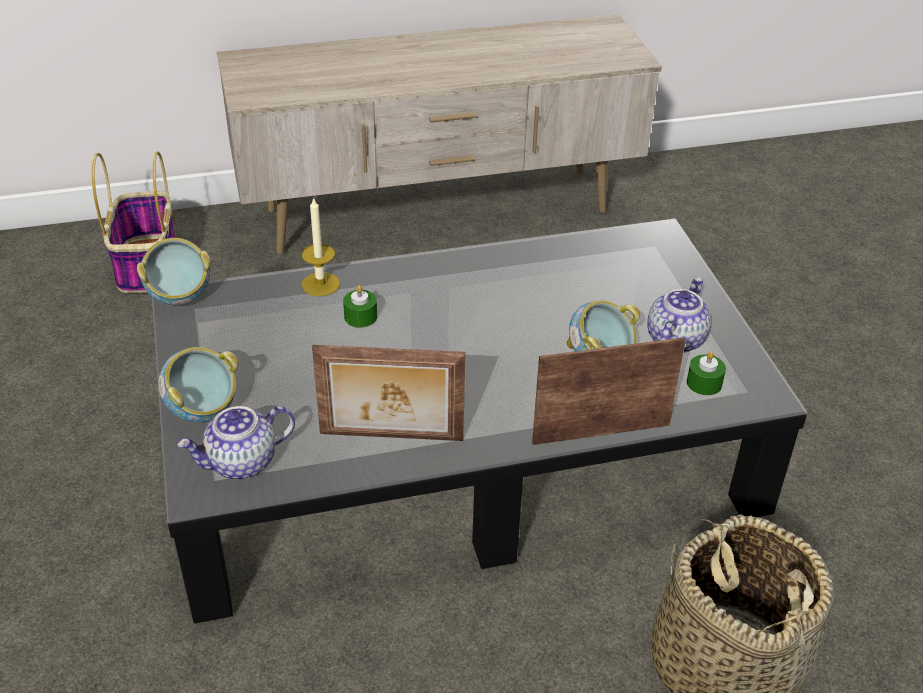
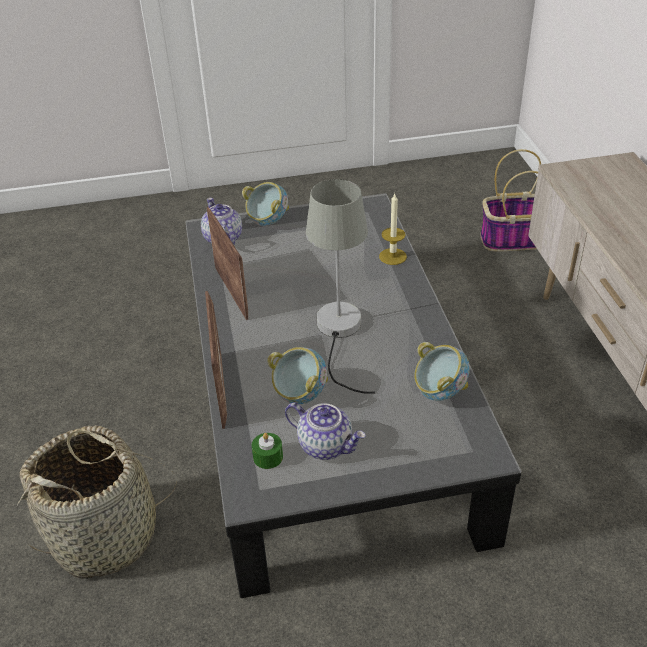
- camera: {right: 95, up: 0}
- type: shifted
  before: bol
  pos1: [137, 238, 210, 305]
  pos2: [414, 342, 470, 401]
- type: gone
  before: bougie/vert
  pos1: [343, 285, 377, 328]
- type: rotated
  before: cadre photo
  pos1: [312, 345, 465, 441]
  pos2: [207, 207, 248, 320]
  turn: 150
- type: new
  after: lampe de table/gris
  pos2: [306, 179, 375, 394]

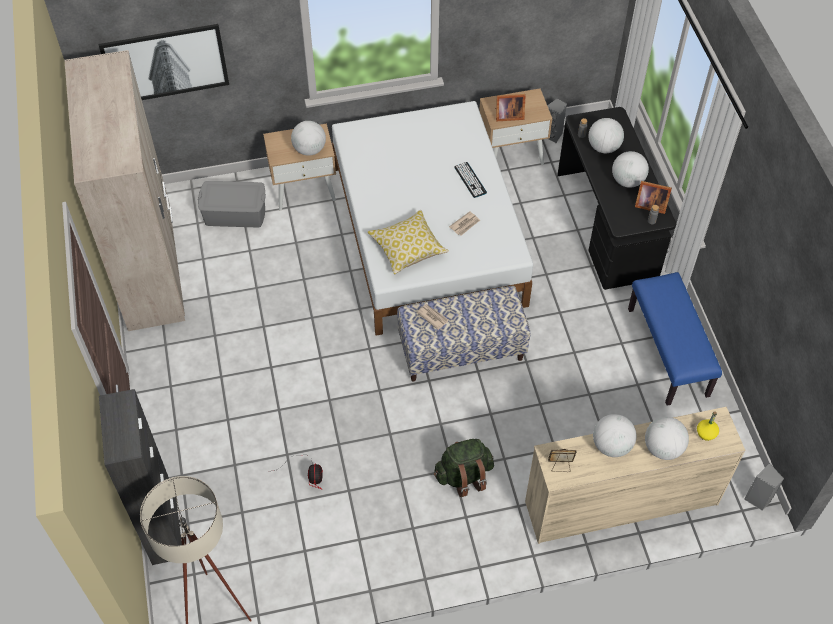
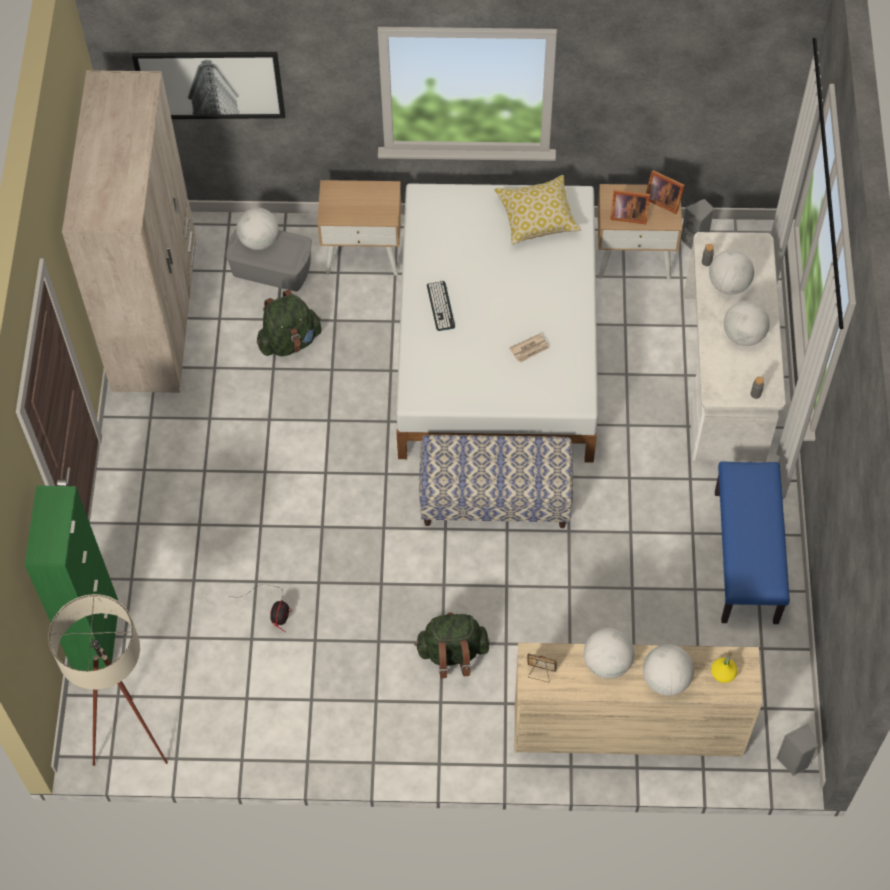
- camera: {right: 15, up: 5}
- type: repainted
  before: bureau/noir
  after: bureau/blanc
  pos1: [557, 107, 677, 290]
  pos2: [683, 232, 786, 462]
- type: shifted
  before: globe
  pos1: [291, 121, 326, 156]
  pos2: [236, 208, 279, 250]
- type: shifted
  before: clavier
  pos1: [454, 162, 487, 198]
  pos2: [427, 281, 455, 331]
- type: shifted
  before: cadre photo
  pos1: [635, 181, 672, 214]
  pos2: [646, 170, 685, 214]
- type: shifted
  before: coussin
  pos1: [367, 210, 449, 274]
  pos2: [495, 175, 582, 245]
- type: gone
  before: journal
  pos1: [417, 304, 448, 330]
- type: repainted
  before: meuble de rangement/noir
  after: meuble de rangement/vert
  pos1: [99, 389, 182, 565]
  pos2: [25, 486, 118, 671]
- type: new
  after: sac à dos/vert
  pos2: [257, 290, 322, 356]

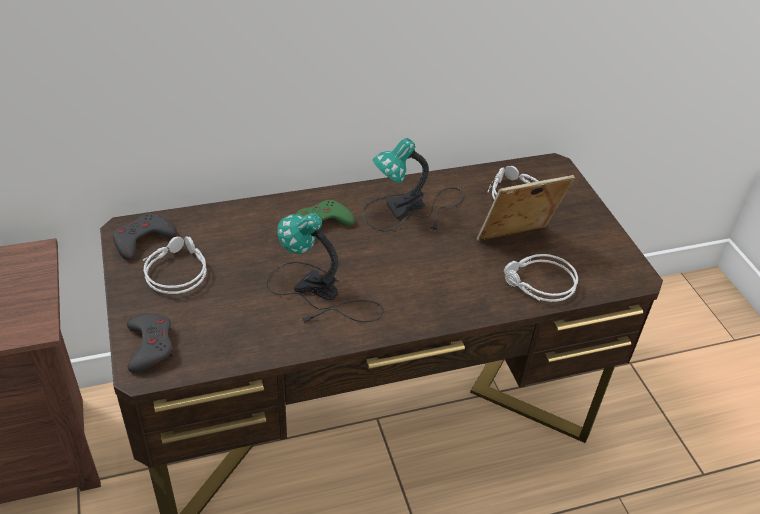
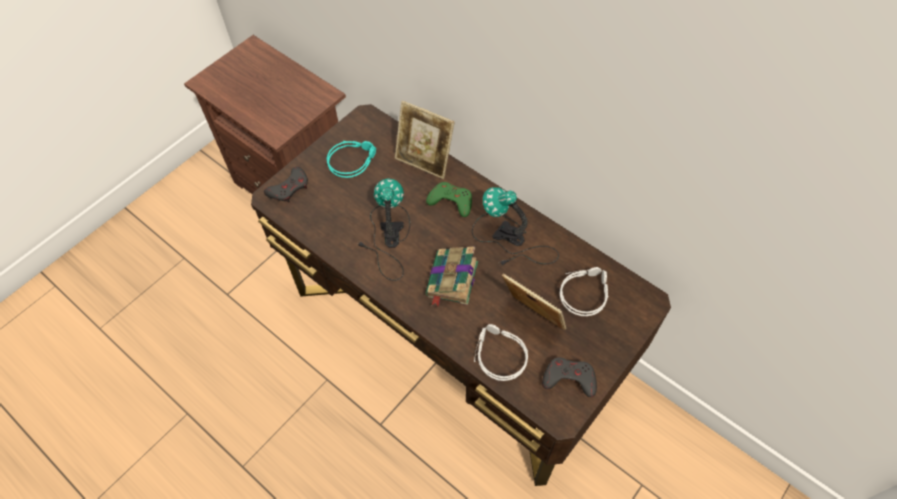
- camera: {right: 60, up: 15}
- type: shifted
  before: manette/gris
  pos1: [113, 213, 177, 260]
  pos2: [542, 357, 597, 397]
- type: repainted
  before: casque audio/gris
  after: casque audio/turquoise
  pos1: [143, 237, 207, 294]
  pos2: [327, 141, 376, 178]
- type: new
  after: cadre photo
  pos2: [395, 101, 455, 179]
- type: new
  after: livre
  pos2: [425, 246, 478, 306]

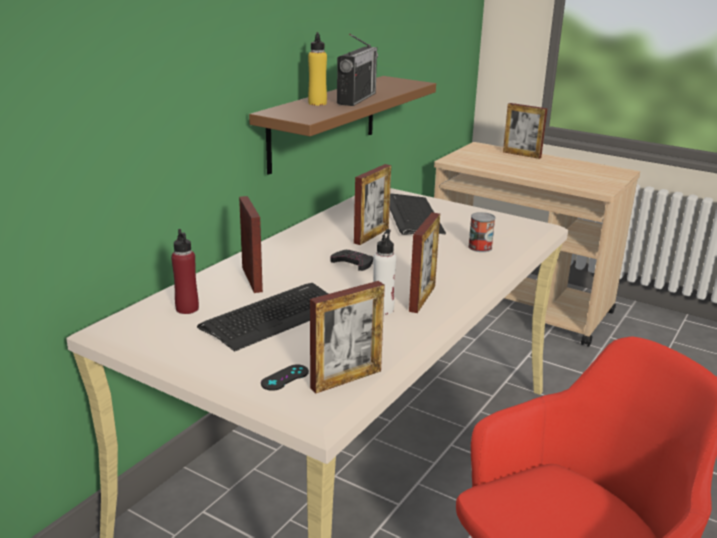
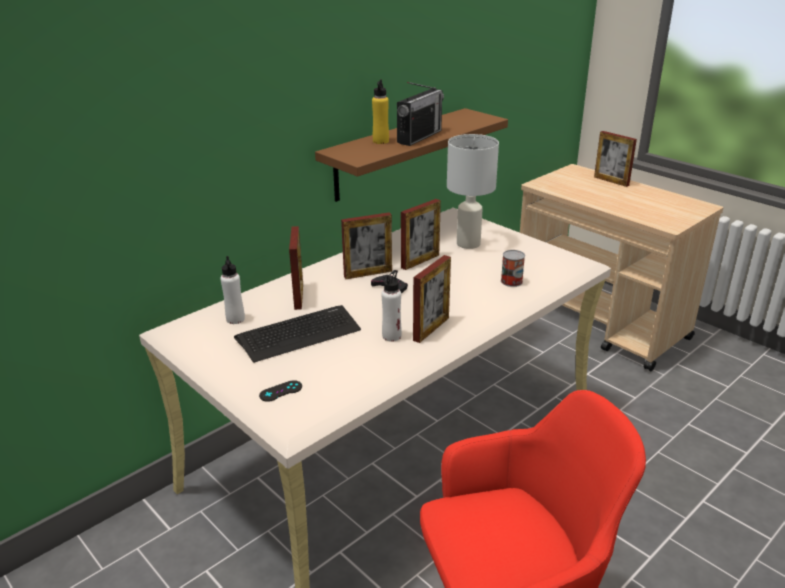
- camera: {right: 15, up: 5}
- type: swapped
  before: clavier
  after: lampe de table/blanc
  pos1: [390, 193, 446, 235]
  pos2: [447, 134, 499, 249]
- type: repainted
  before: bouteille/rouge
  after: bouteille/blanc
  pos1: [171, 229, 199, 314]
  pos2: [220, 256, 245, 324]
- type: shifted
  before: cadre photo
  pos1: [310, 281, 385, 393]
  pos2: [341, 213, 392, 279]

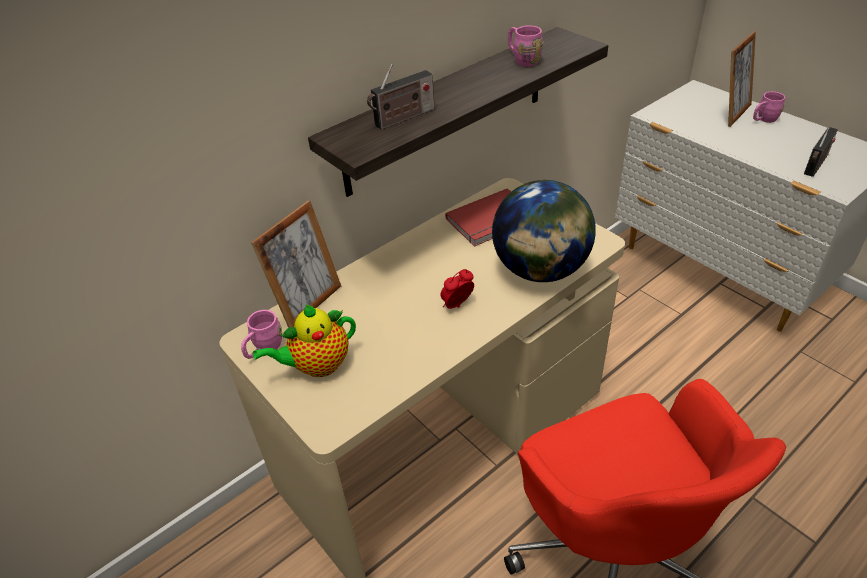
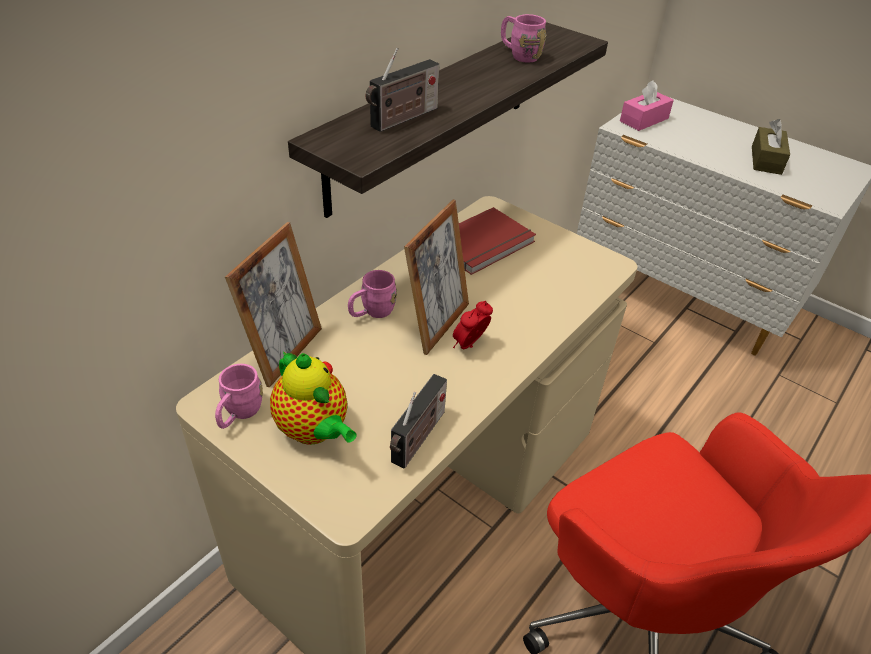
- camera: {right: -15, up: 0}
- type: shifted
  before: cadre photo
  pos1: [728, 31, 756, 127]
  pos2: [404, 200, 469, 355]
- type: shifted
  before: mug/rose
  pos1: [753, 91, 785, 123]
  pos2: [348, 270, 397, 318]
- type: shifted
  before: radio
  pos1: [804, 127, 838, 177]
  pos2: [390, 374, 447, 468]
- type: gone
  before: globe
  pos1: [492, 180, 596, 282]
- type: rotated
  before: théière
  pos1: [253, 305, 356, 377]
  pos2: [270, 351, 357, 445]
  turn: -90
- type: new
  after: boîte à mouchoirs/rose
  pos2: [620, 80, 674, 131]
- type: new
  after: boîte à mouchoirs/marron
  pos2: [752, 119, 790, 175]

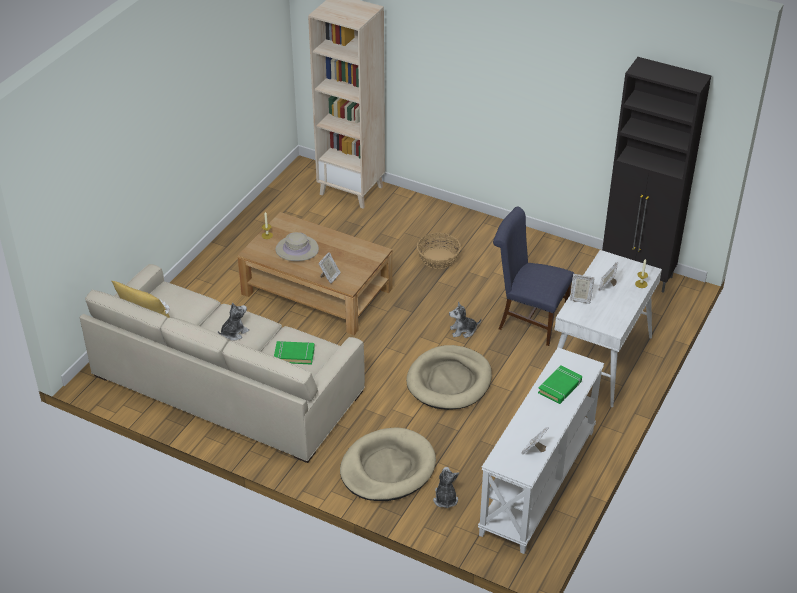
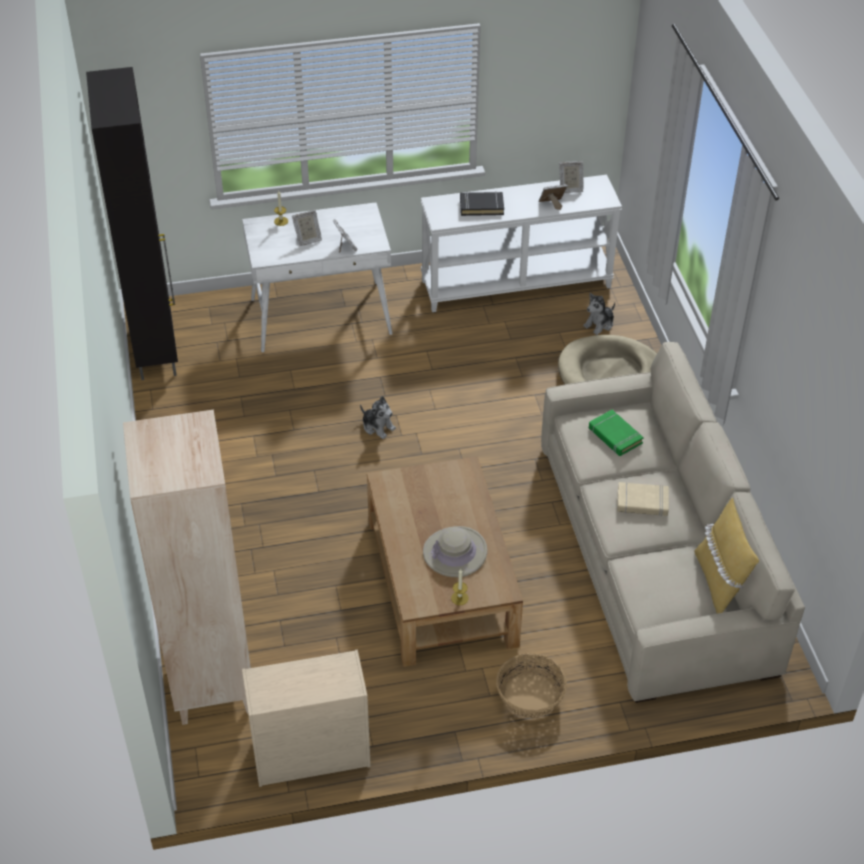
- camera: {right: -130, up: 5}
- type: gone
  before: chaise/bleu
  pos1: [493, 206, 574, 346]
- type: shifted
  before: panier
  pos1: [417, 233, 461, 269]
  pos2: [496, 653, 567, 718]
- type: shifted
  before: cadre photo
  pos1: [319, 252, 341, 284]
  pos2: [539, 184, 568, 210]
- type: swapped
  before: peluche
  after: livre/beige
  pos1: [218, 303, 249, 341]
  pos2: [617, 482, 669, 516]
- type: gone
  before: panier pour chien/beige
  pos1: [406, 345, 492, 410]
- type: repainted
  before: livre/vert
  after: livre/noir
  pos1: [538, 365, 582, 404]
  pos2: [460, 191, 504, 216]
- type: new
  after: commode/beige
  pos2: [242, 650, 371, 787]

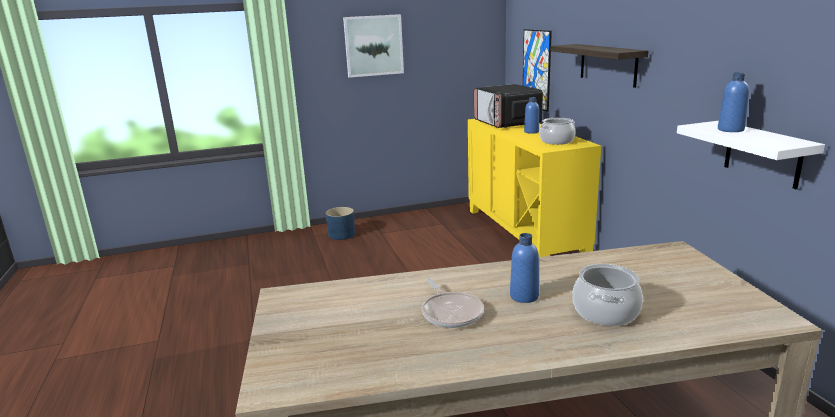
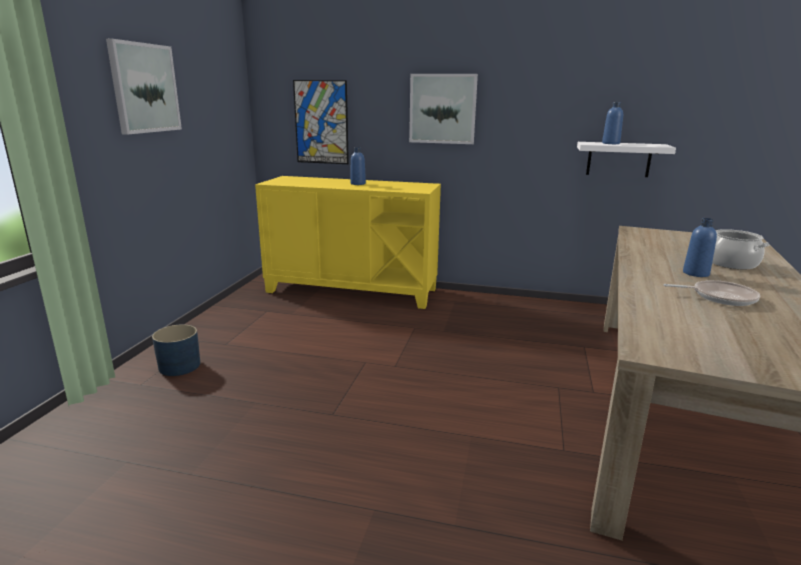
- camera: {right: -60, up: 0}
- type: swapped
  before: étagère
  after: tableau
  pos1: [550, 44, 648, 88]
  pos2: [409, 74, 478, 144]
- type: gone
  before: micro-ondes
  pos1: [474, 84, 543, 128]
- type: gone
  before: marmite
  pos1: [539, 118, 575, 145]

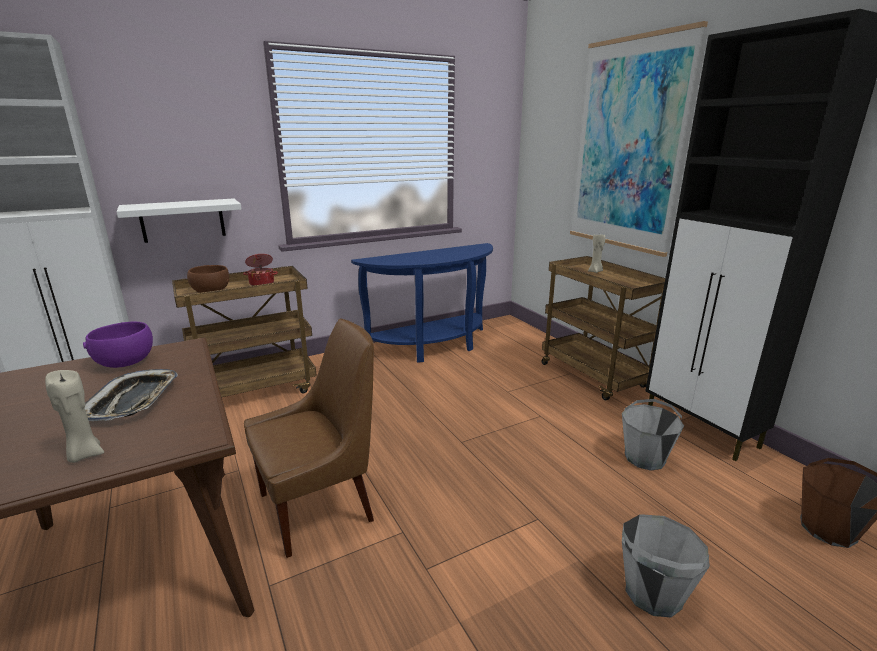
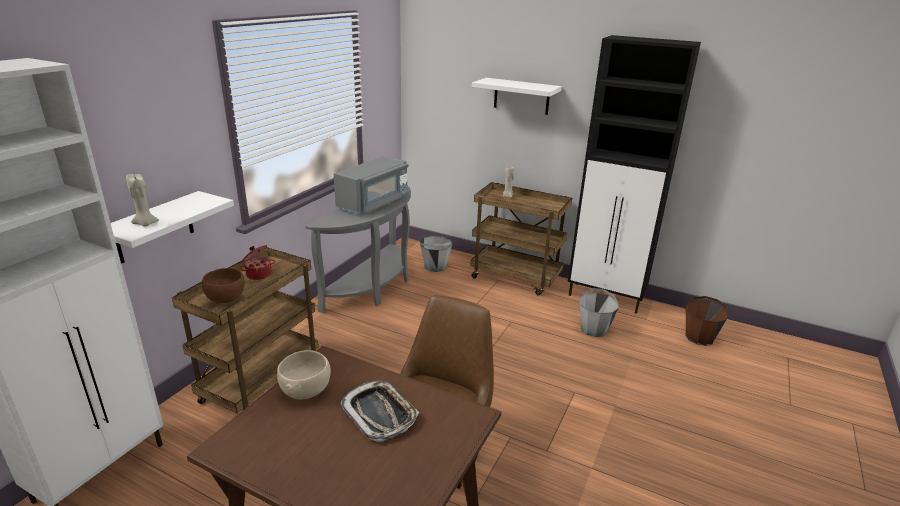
- camera: {right: -35, up: 5}
- type: swapped
  before: tableau
  after: étagère/blanc
  pos1: [570, 21, 708, 257]
  pos2: [472, 78, 562, 115]
- type: repainted
  before: table console/bleu
  after: table console/gris
  pos1: [351, 243, 493, 363]
  pos2: [305, 185, 411, 313]
- type: repainted
  before: bol/violet
  after: bol/beige
  pos1: [83, 322, 153, 368]
  pos2: [277, 350, 331, 400]
- type: shifted
  before: bougie/beige
  pos1: [45, 370, 104, 463]
  pos2: [126, 174, 159, 226]
- type: shifted
  before: seau/gris
  pos1: [622, 514, 710, 617]
  pos2: [419, 236, 452, 272]
- type: new
  after: micro-ondes/gris
  pos2: [334, 156, 409, 214]

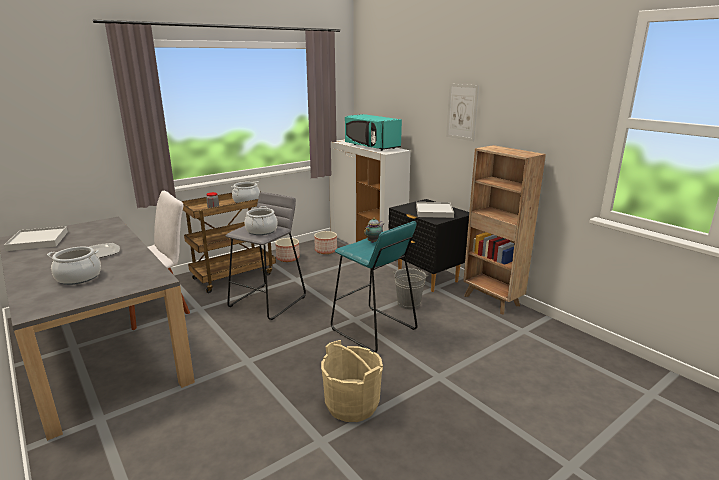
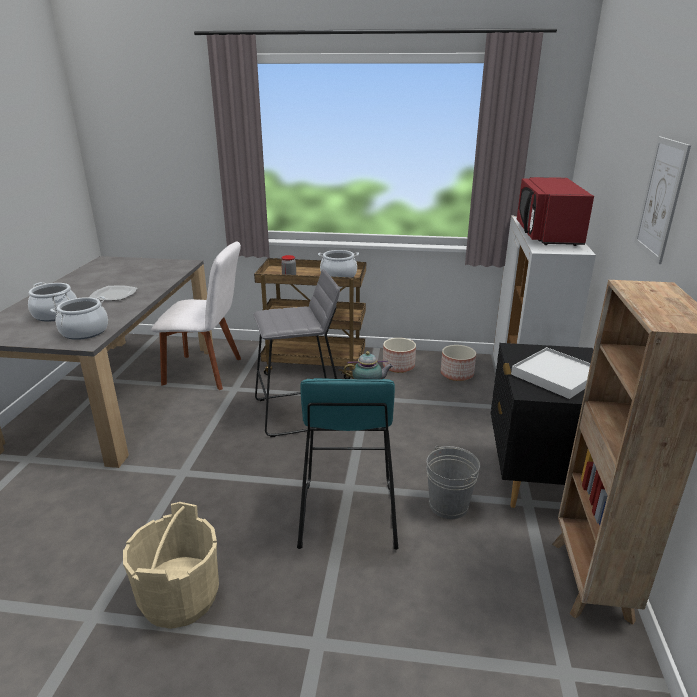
- camera: {right: 45, up: 5}
- type: repainted
  before: micro-ondes/turquoise
  after: micro-ondes/rouge
  pos1: [345, 114, 402, 151]
  pos2: [517, 177, 594, 246]
- type: shifted
  before: marmite
  pos1: [245, 206, 278, 235]
  pos2: [50, 296, 108, 340]
- type: gone
  before: plateau/blanc
  pos1: [4, 226, 68, 251]

